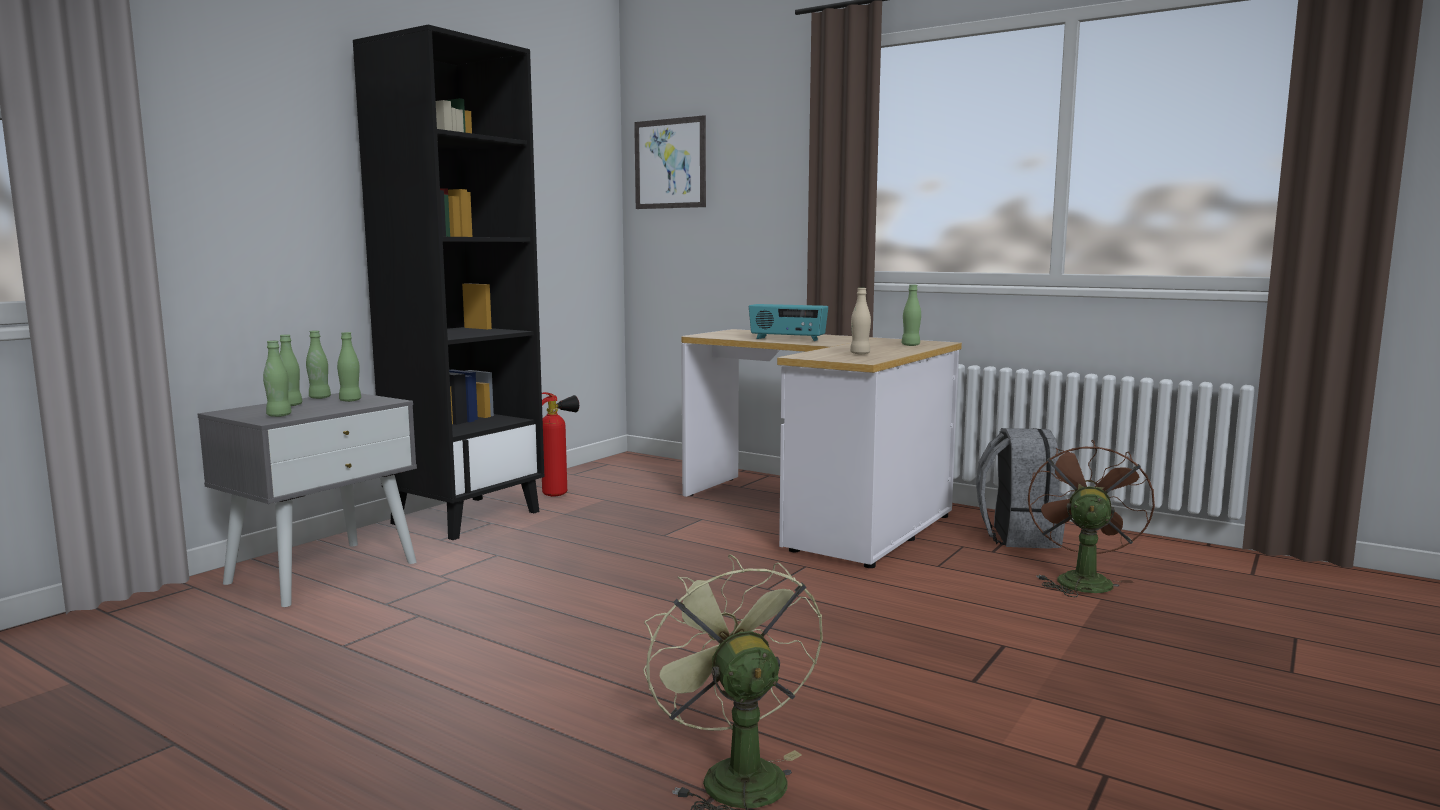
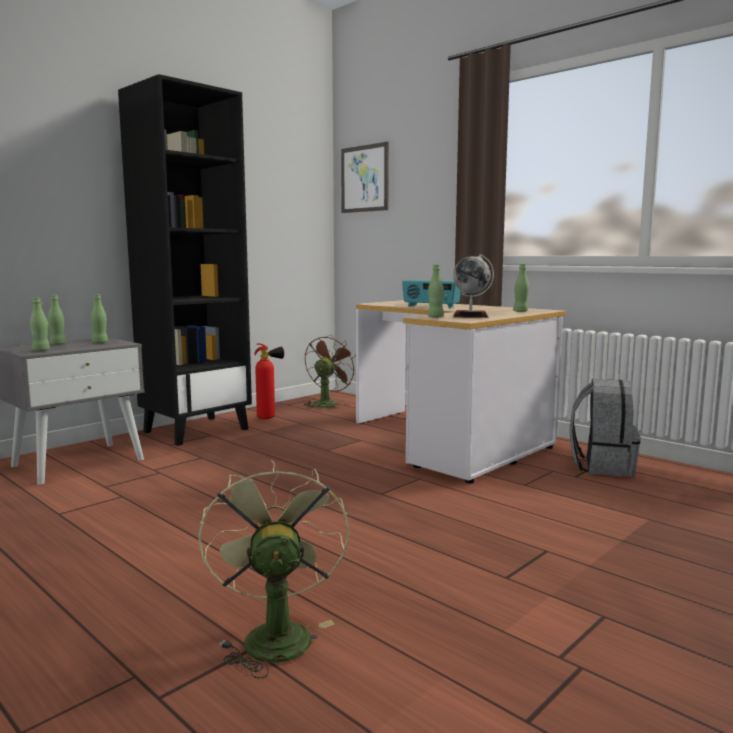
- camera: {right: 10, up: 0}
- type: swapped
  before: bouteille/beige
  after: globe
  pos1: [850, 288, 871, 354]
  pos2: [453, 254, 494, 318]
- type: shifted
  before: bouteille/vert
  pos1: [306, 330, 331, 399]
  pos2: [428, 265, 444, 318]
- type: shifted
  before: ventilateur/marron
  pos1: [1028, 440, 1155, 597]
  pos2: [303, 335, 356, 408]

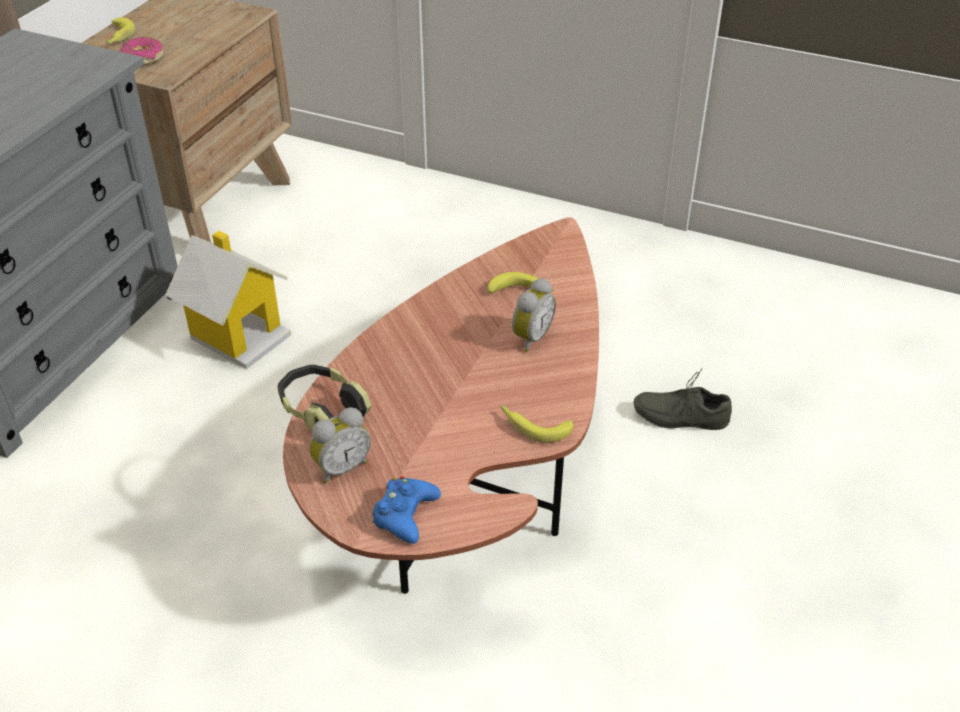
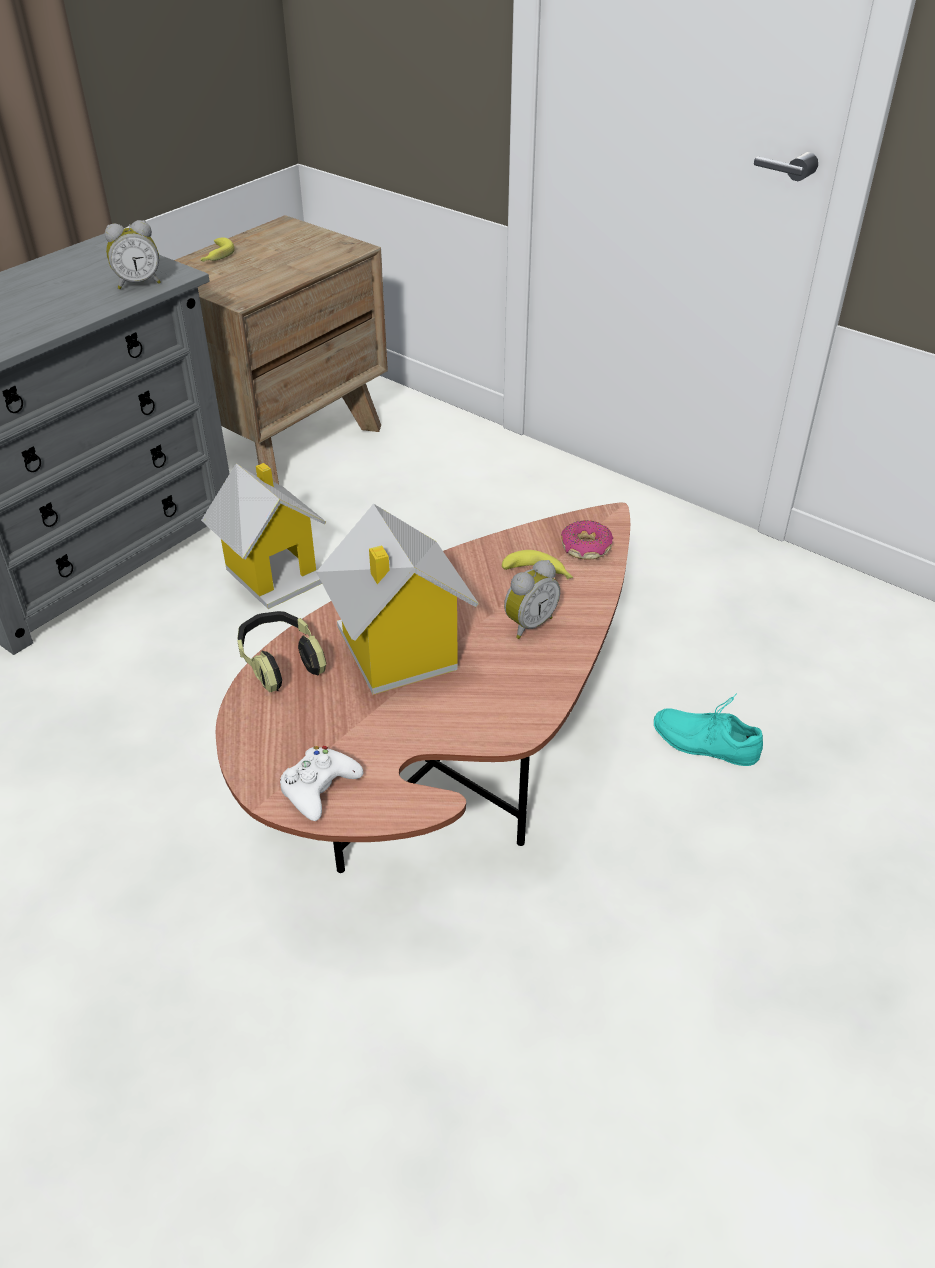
- camera: {right: 15, up: 0}
- type: shifted
  before: beignet
  pos1: [120, 37, 163, 65]
  pos2: [561, 520, 613, 560]
- type: repainted
  before: chaussure/gris
  after: chaussure/turquoise
  pos1: [634, 369, 732, 430]
  pos2: [654, 694, 763, 766]
- type: gone
  before: banane
  pos1: [500, 406, 573, 443]
- type: shifted
  before: réveil
  pos1: [309, 407, 371, 484]
  pos2: [105, 220, 161, 289]
- type: repainted
  before: manette/bleu
  after: manette/blanc
  pos1: [373, 476, 441, 544]
  pos2: [280, 746, 363, 821]
- type: new
  after: maison miniature
  pos2: [316, 504, 479, 695]

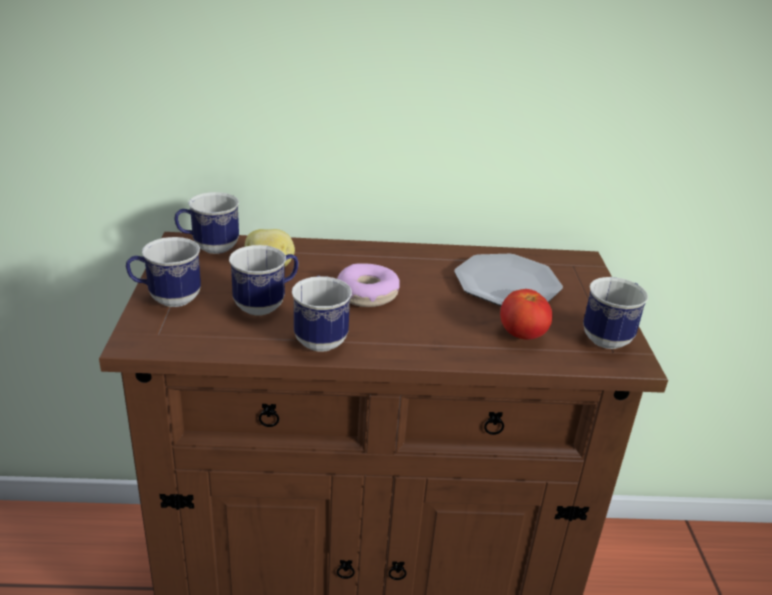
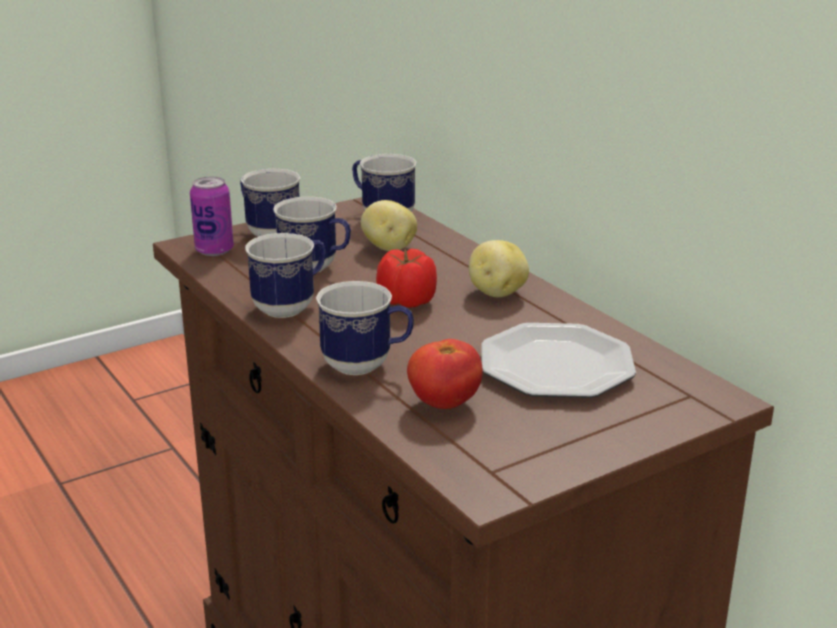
- camera: {right: 60, up: -5}
- type: swapped
  before: beignet
  after: tomate
  pos1: [337, 263, 400, 307]
  pos2: [376, 249, 437, 308]
- type: shifted
  before: mug
  pos1: [583, 277, 648, 349]
  pos2: [316, 281, 414, 375]
- type: new
  after: boîte métallique
  pos2: [190, 176, 234, 256]
- type: new
  after: pomme de terre
  pos2: [469, 240, 529, 297]

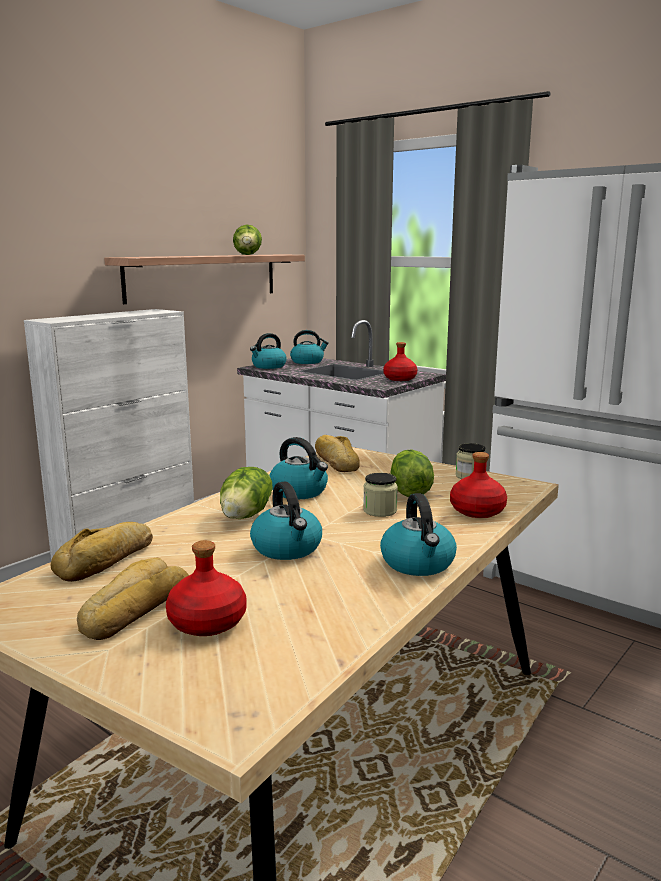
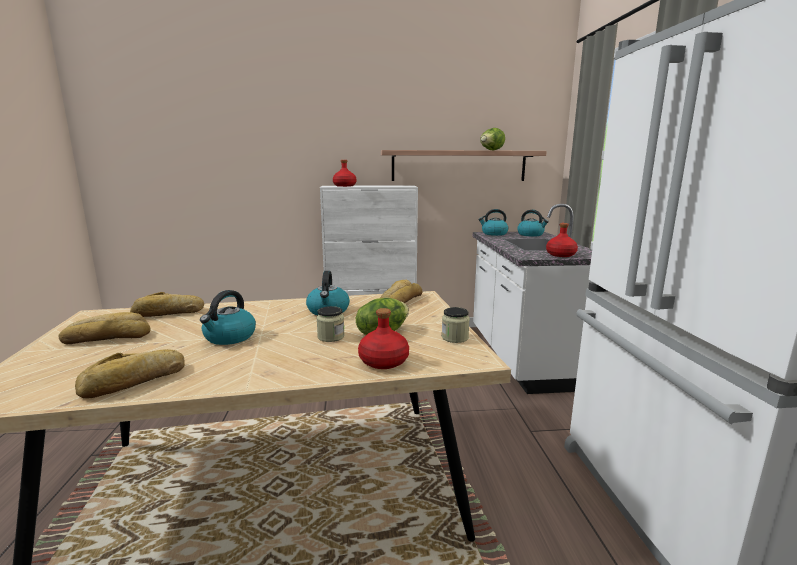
- camera: {right: 45, up: 0}
- type: gone
  before: laitue
  pos1: [220, 467, 273, 519]
- type: gone
  before: bouilloire
  pos1: [380, 493, 457, 576]
- type: shifted
  before: bouteille/rouge
  pos1: [166, 540, 246, 636]
  pos2: [333, 160, 357, 187]
- type: new
  after: pain
  pos2: [75, 349, 185, 399]

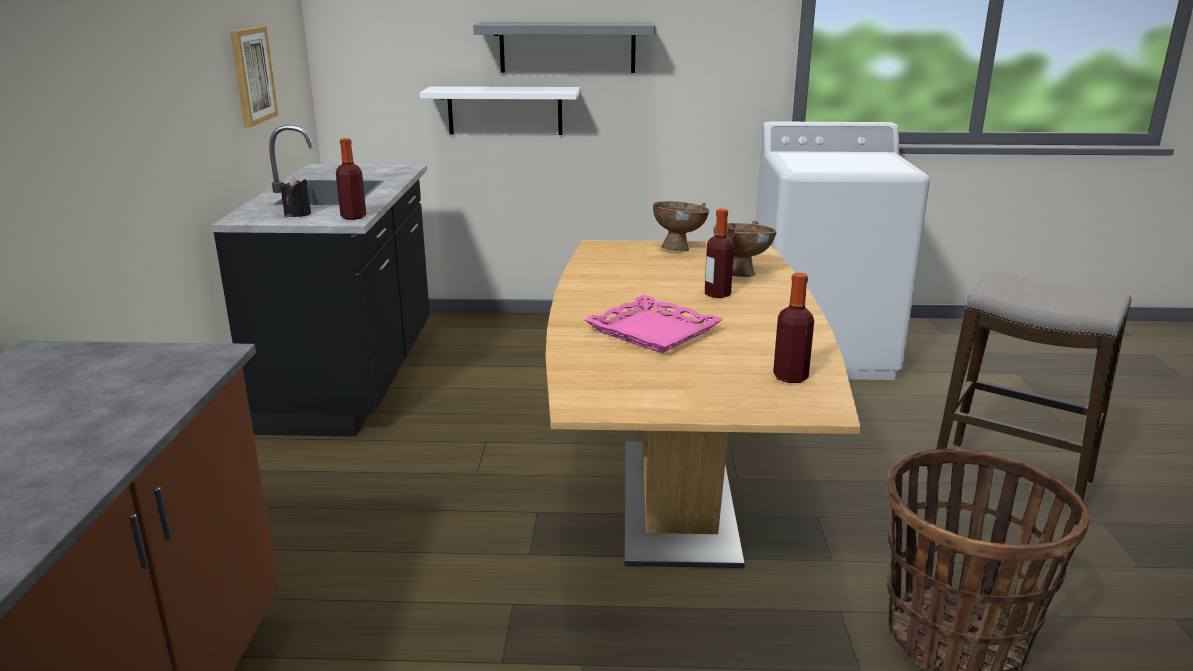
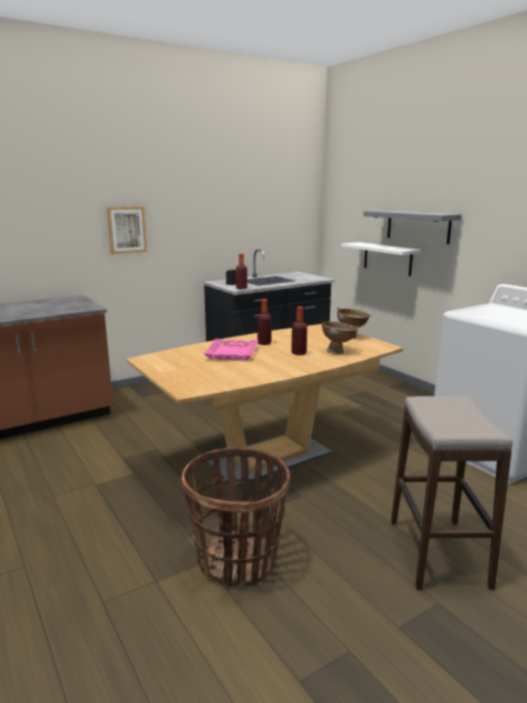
- camera: {right: 55, up: -5}
- type: shifted
  before: tableau
  pos1: [230, 26, 278, 127]
  pos2: [107, 207, 147, 254]
- type: shifted
  before: bouteille
  pos1: [773, 273, 814, 383]
  pos2: [257, 299, 272, 345]

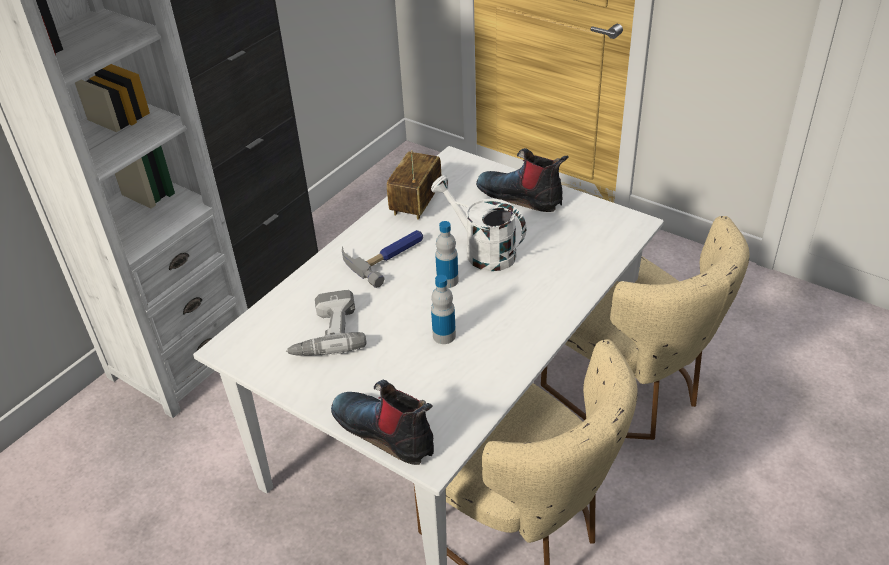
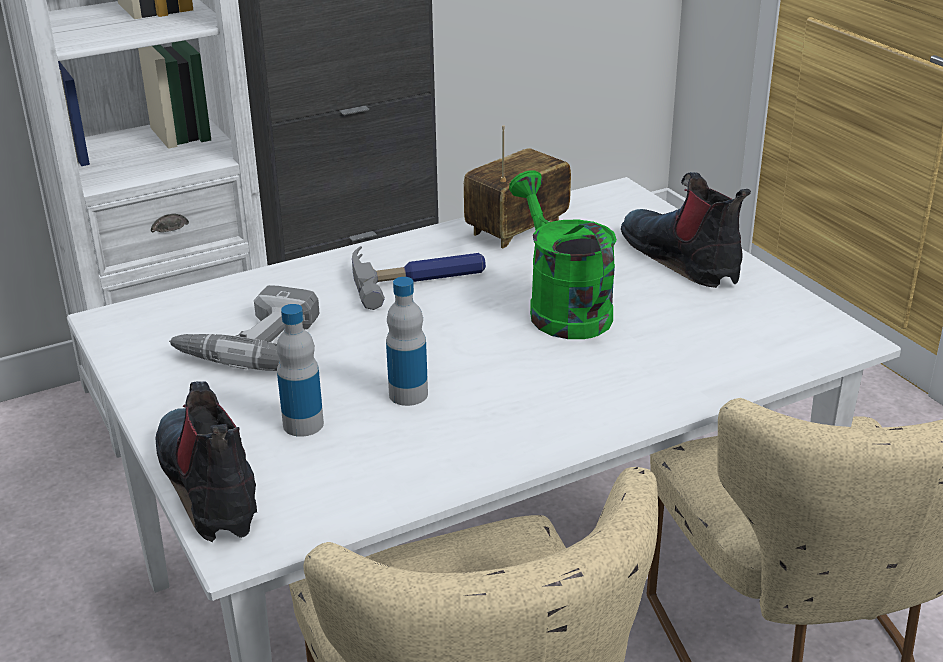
- camera: {right: 25, up: -10}
- type: repainted
  before: arrosoir/blanc
  after: arrosoir/vert
  pos1: [431, 175, 526, 271]
  pos2: [509, 170, 617, 339]
- type: shifted
  before: bouteille
  pos1: [435, 221, 459, 288]
  pos2: [277, 304, 324, 437]

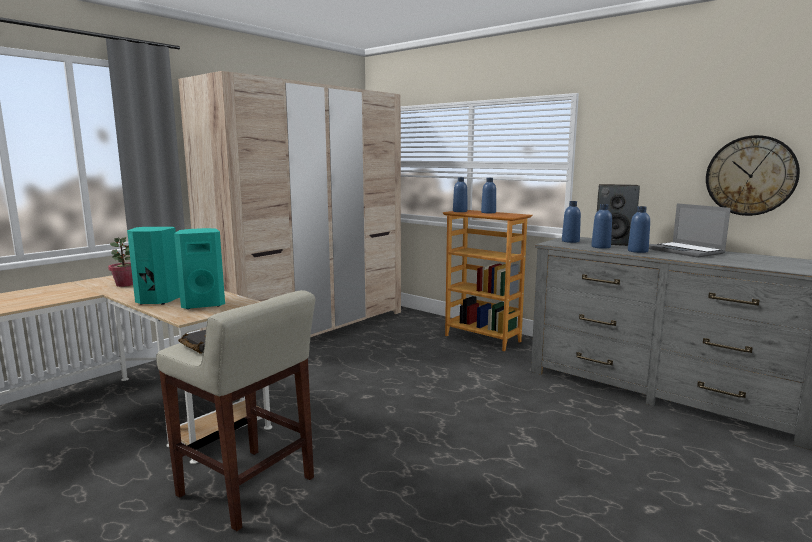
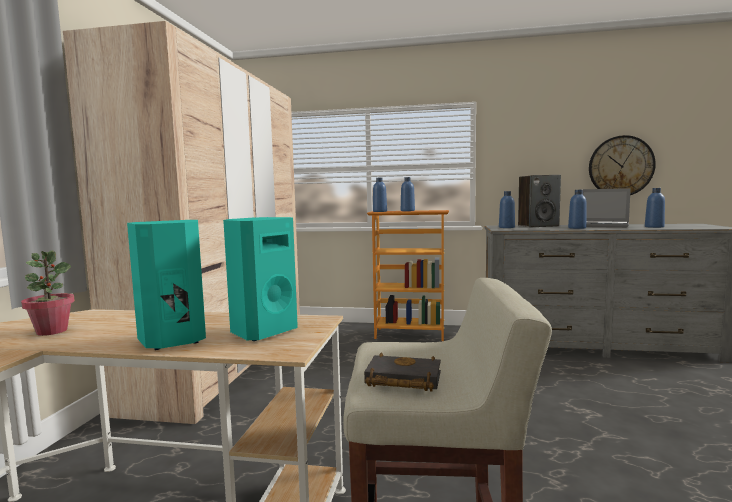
- camera: {right: -30, up: -5}
- type: shifted
  before: bouteille/bleu
  pos1: [591, 204, 612, 249]
  pos2: [645, 188, 665, 228]

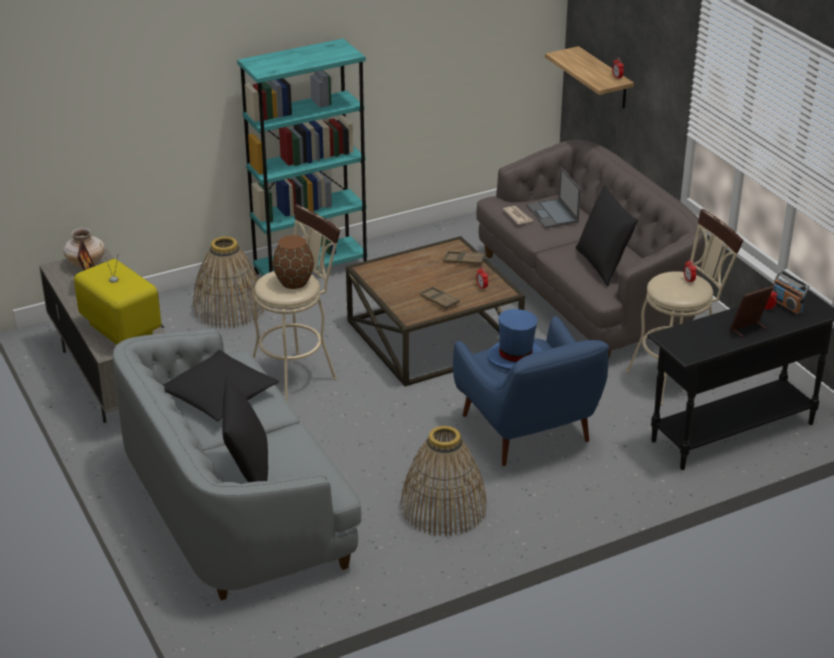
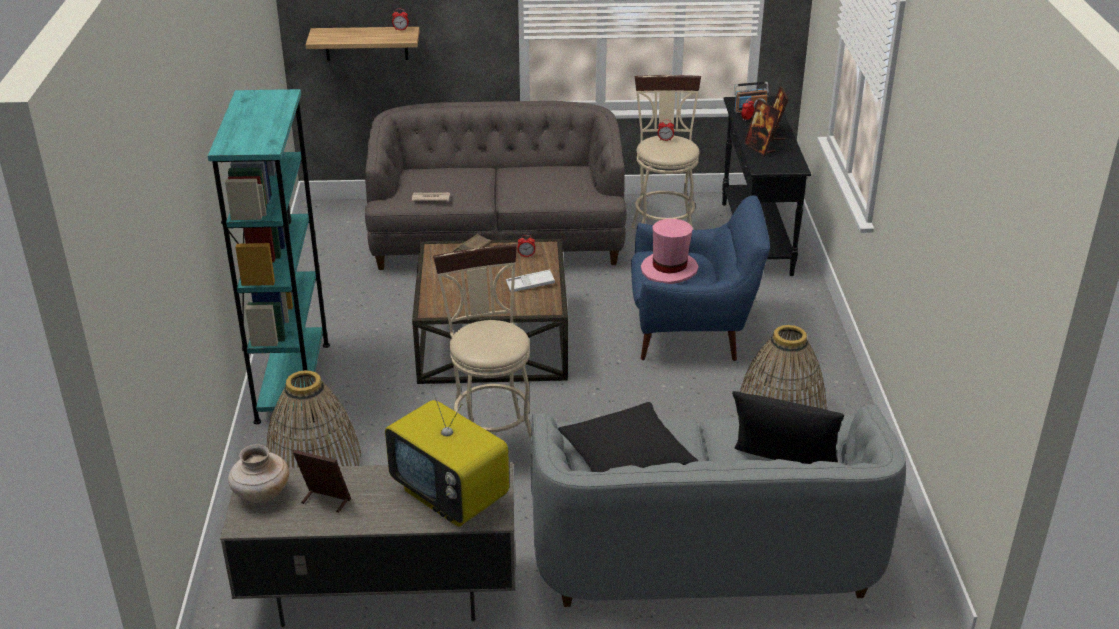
- camera: {right: -65, up: 0}
- type: gone
  before: ordinateur portable
  pos1: [527, 167, 581, 228]
- type: gone
  before: coussin/noir
  pos1: [576, 185, 638, 286]
- type: gone
  before: vase/marron
  pos1: [273, 235, 314, 289]
- type: rotated
  before: téléviseur
  pos1: [74, 243, 161, 345]
  pos2: [385, 384, 509, 527]
  turn: -120
- type: repainted
  before: plateau/marron
  after: plateau/blanc
  pos1: [419, 286, 459, 309]
  pos2: [506, 270, 555, 292]
- type: repainted
  before: chapeau/bleu
  after: chapeau/rose
  pos1: [488, 309, 542, 371]
  pos2: [641, 219, 698, 284]
- type: new
  after: cadre photo
  pos2: [744, 99, 780, 156]

